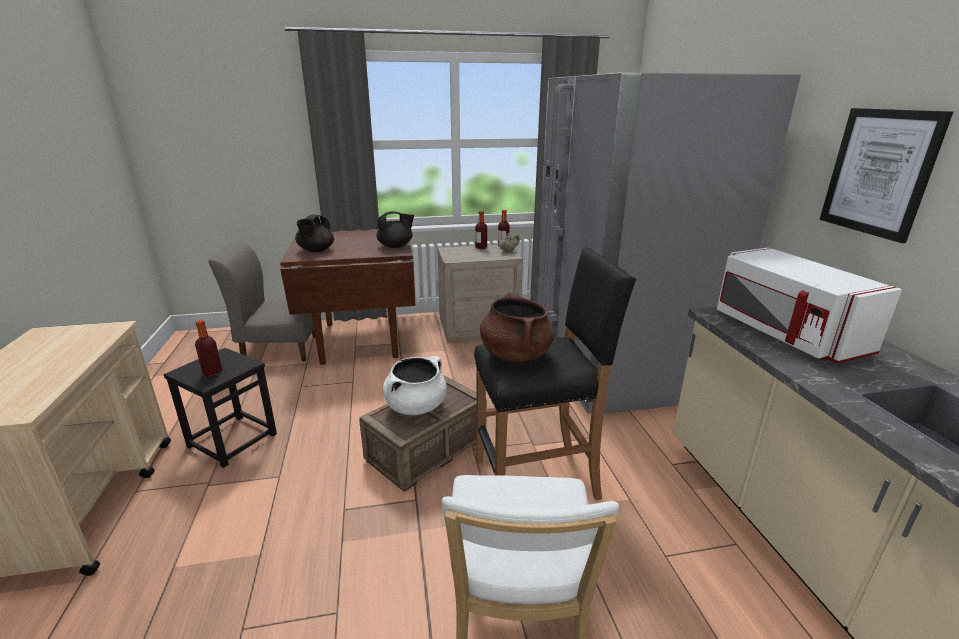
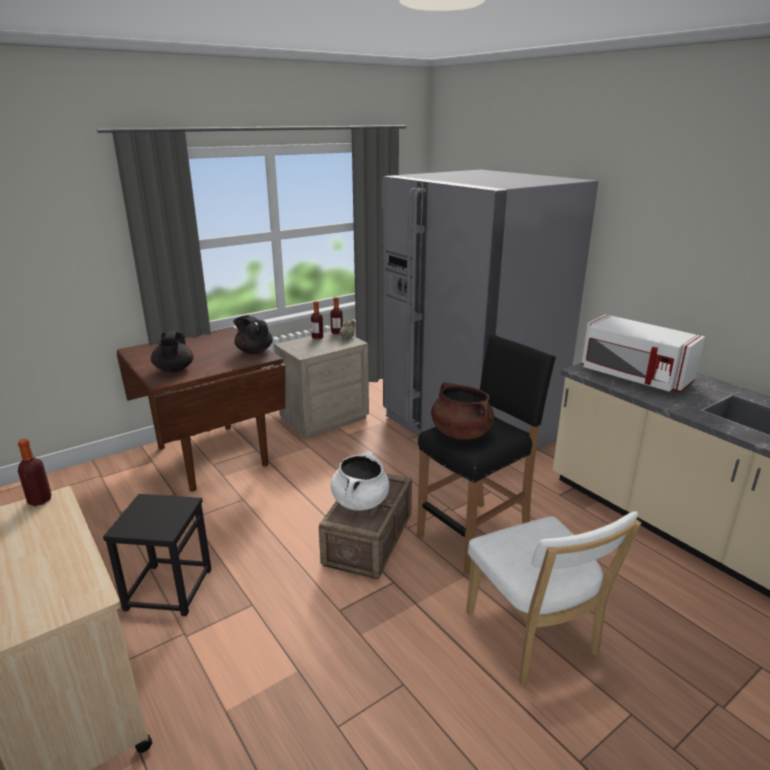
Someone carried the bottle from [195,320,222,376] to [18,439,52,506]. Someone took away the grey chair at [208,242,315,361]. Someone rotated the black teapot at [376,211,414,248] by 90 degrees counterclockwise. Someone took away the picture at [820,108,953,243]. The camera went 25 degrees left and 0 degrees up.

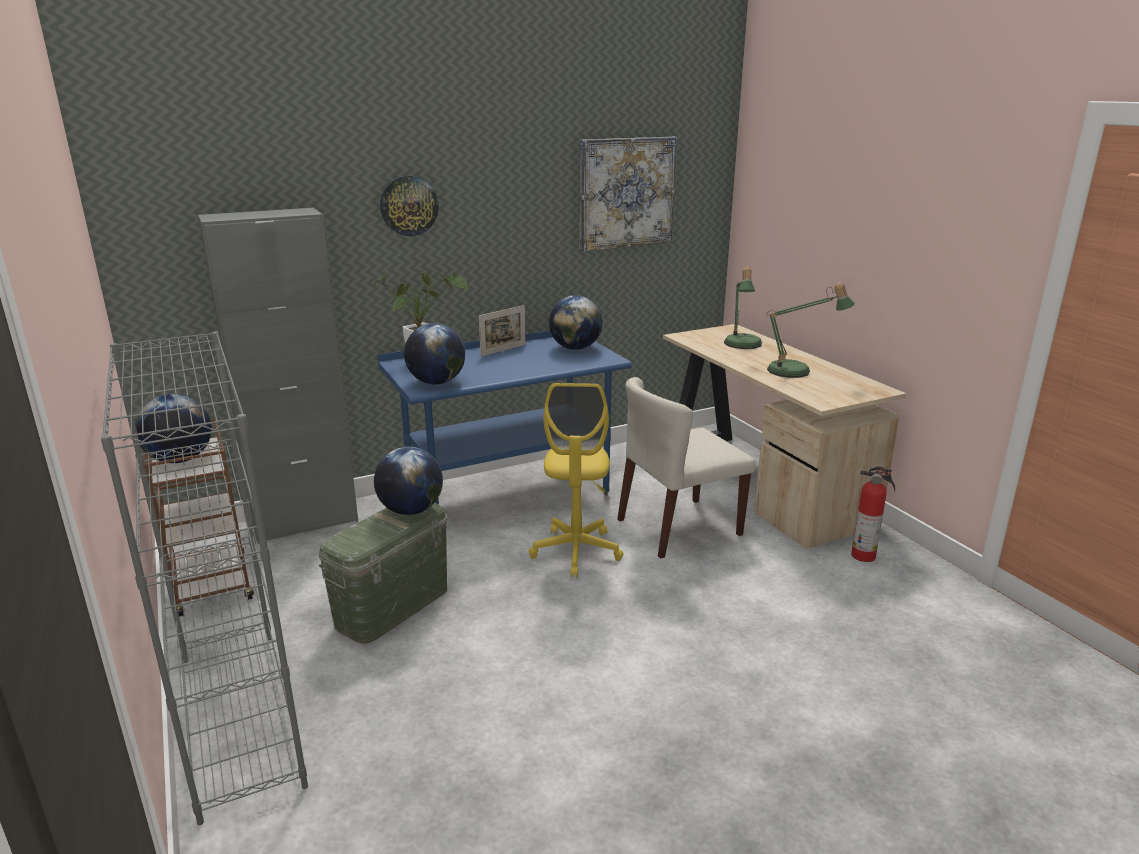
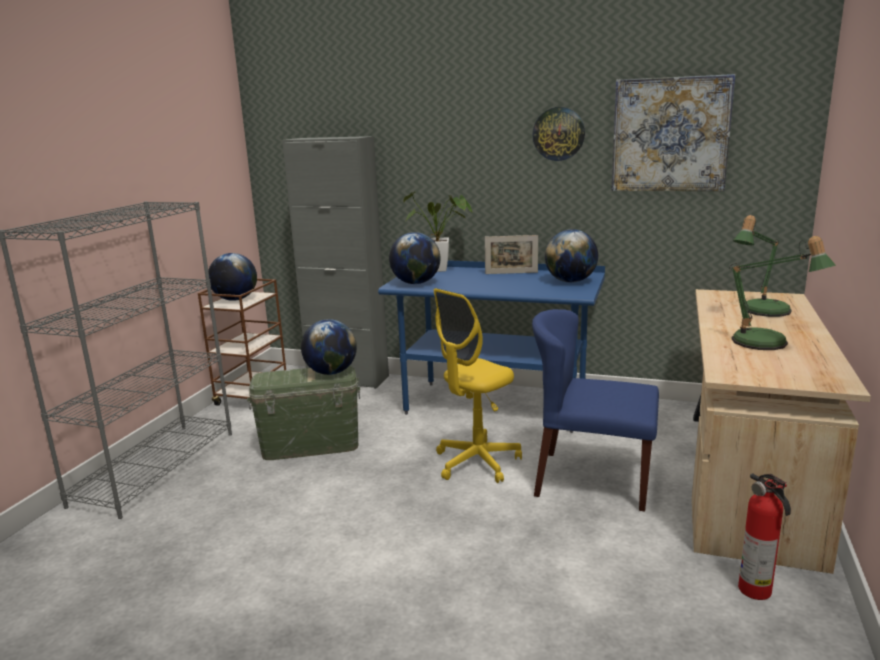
Someone carried the wall clock from [380,176,439,236] to [532,107,585,161]. Someone repainted the beige chair at [617,377,755,559], which became the blue chair at [532,309,659,512]. The camera went 45 degrees right and 5 degrees down.

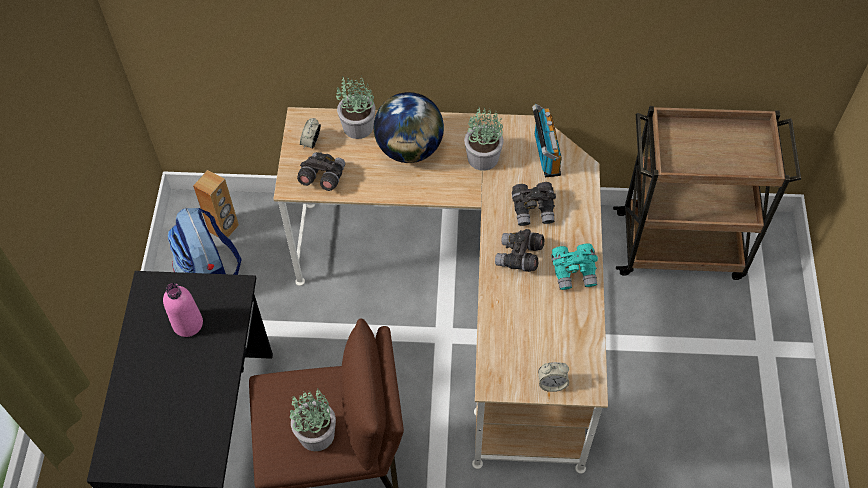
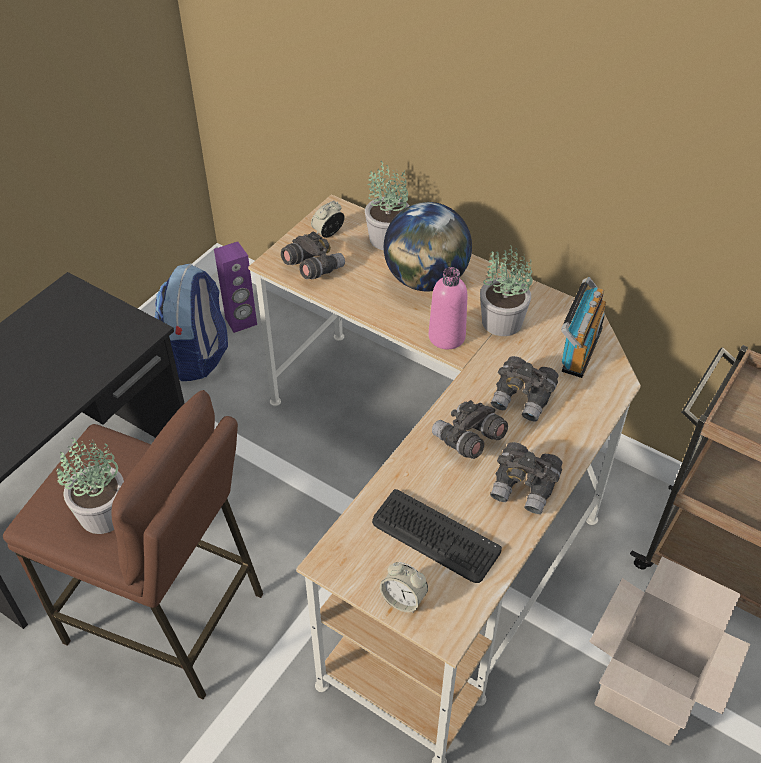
Someone carried the pink bottle from [163,283,203,337] to [429,267,467,349]. Someone repainted the brown speaker at [193,170,239,237], which became the purple speaker at [214,242,257,333]. Someone repainted the turquoise binoculars at [551,243,598,290], which became the grey binoculars at [490,442,562,514]. Someone put down the keyboard at [372,489,502,583]. Someone put down the cardboard box at [589,557,751,746]. The camera went 30 degrees right and 10 degrees down.

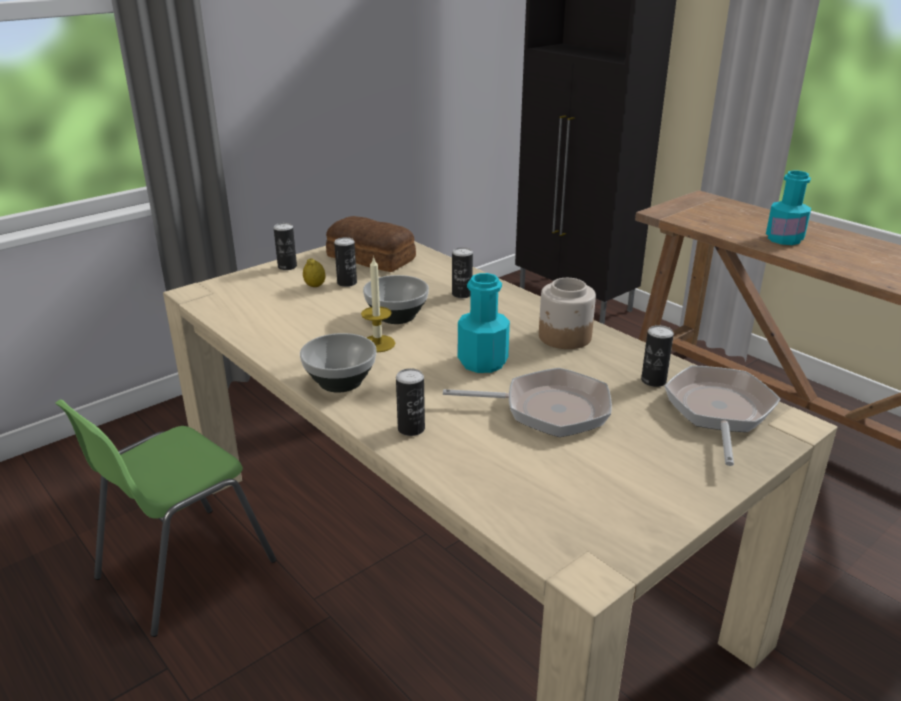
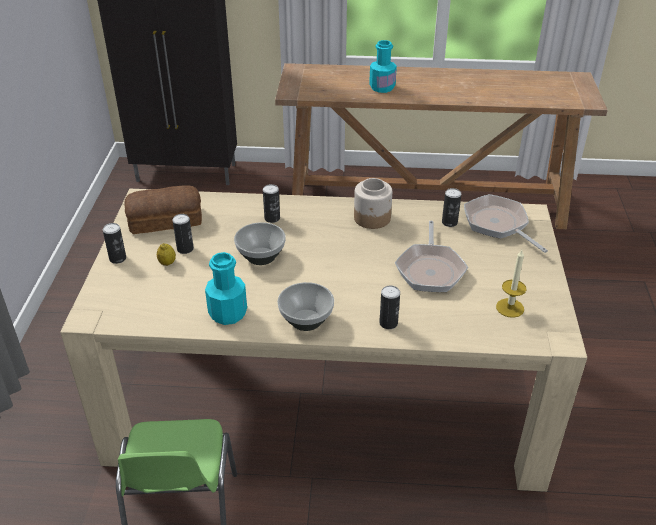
Someone carried the candle from [361,256,395,353] to [496,250,526,318]. Someone rotated the frying pan at [443,368,612,437] by 135 degrees clockwise. Someone carried the turquoise bottle from [458,273,510,373] to [205,252,247,325]. The camera went 45 degrees left and 10 degrees up.

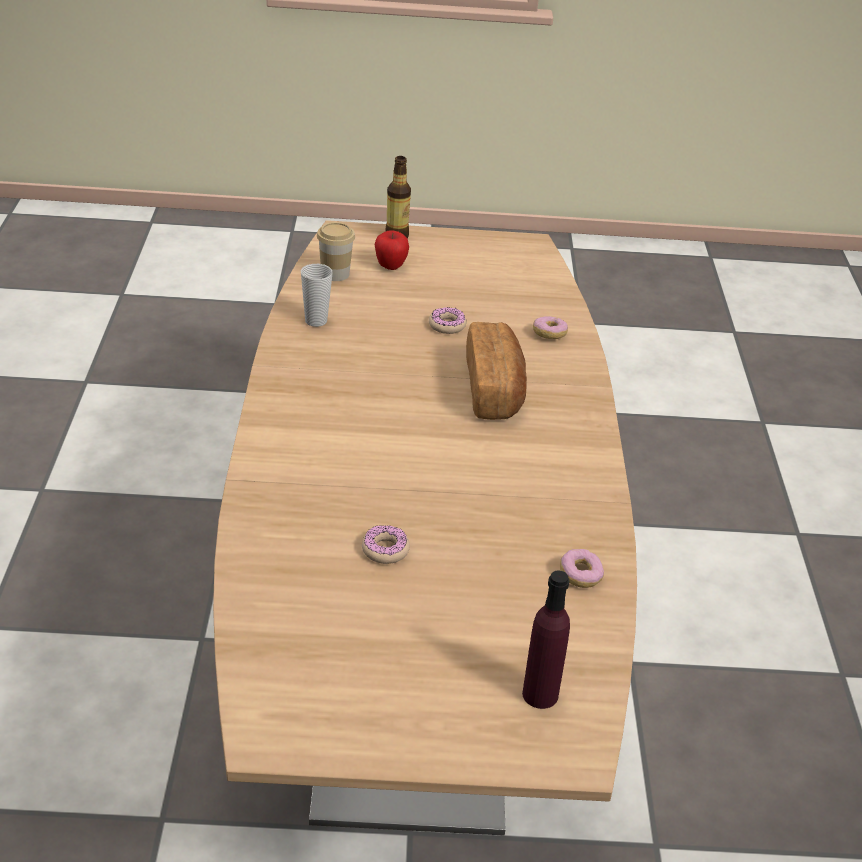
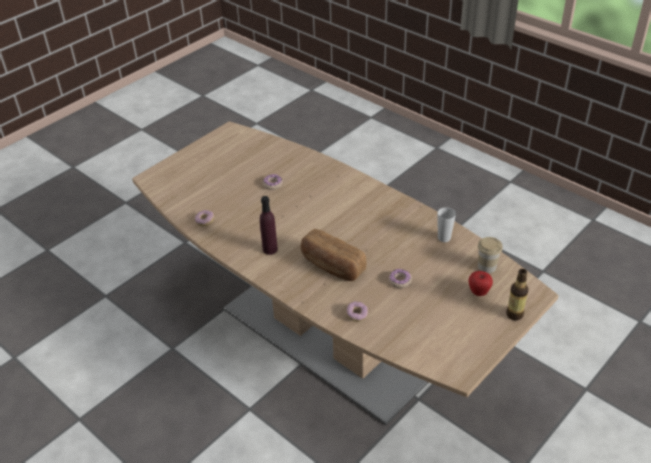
Someone carried the purple bottle from [522,571,570,709] to [260,196,278,255]. The camera went 135 degrees right and 5 degrees up.

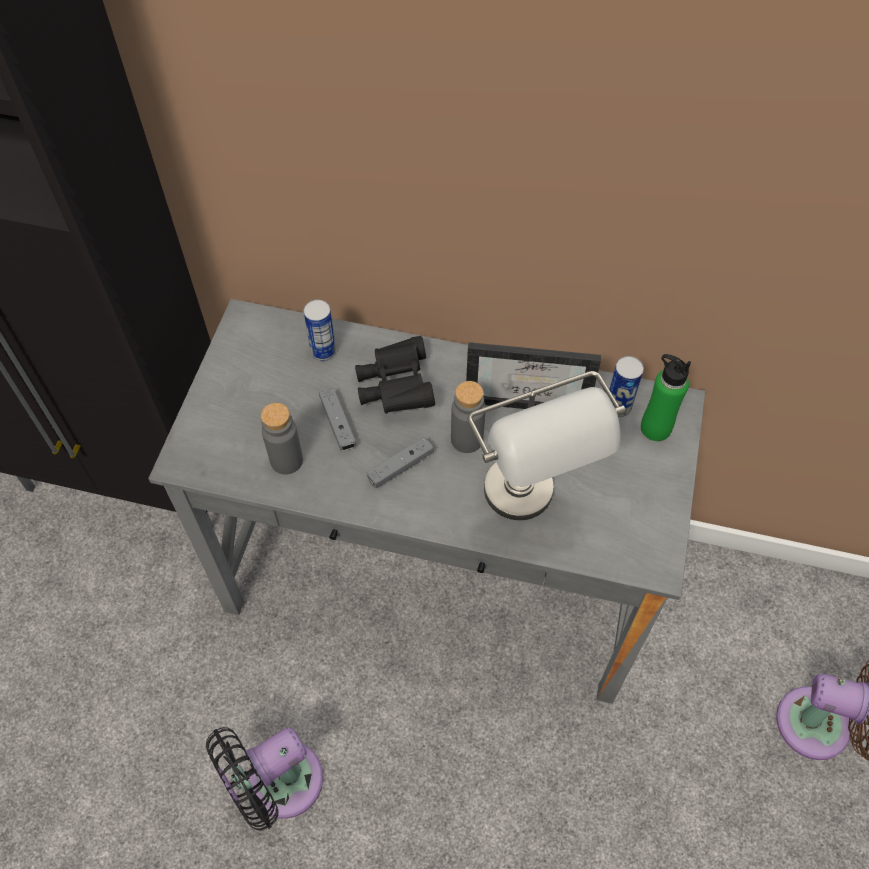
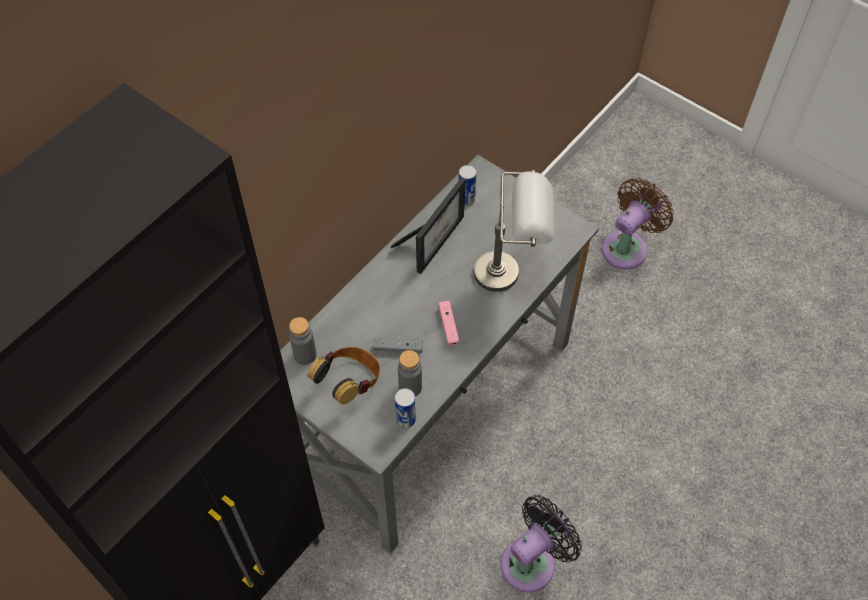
Someone rotated the black fan at [206,727,323,830] by 120 degrees counterclockwise. Someone carried the can from [304,300,336,361] to [395,388,416,428]. Someone took away the black binoculars at [355,336,435,414]. Someone repainted the grey game controller at [367,437,434,488], which became the pink game controller at [438,301,459,347]. Someone carried the grey bottle from [451,381,486,453] to [289,317,317,365]. Someone took away the green bottle at [641,354,691,441]. Someone put down the headphones at [308,347,380,404]. The camera went 65 degrees left and 0 degrees up.

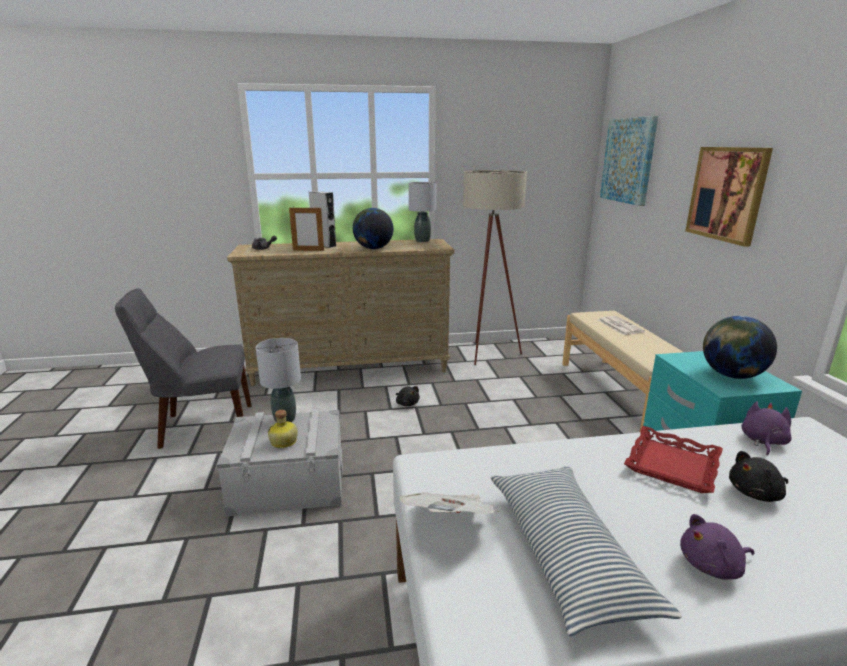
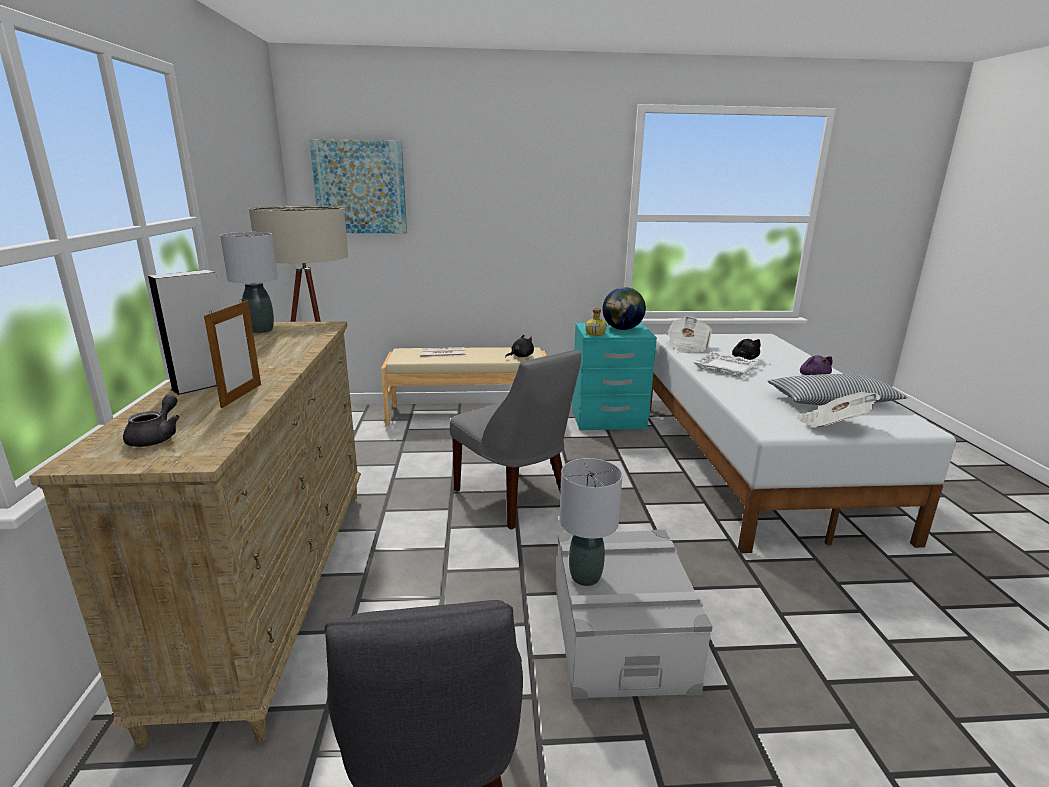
Someone carried the bottle from [268,410,298,448] to [585,308,607,336]. Someone took away the globe at [353,208,394,249]. Someone carried the black plush toy from [396,386,420,406] to [505,335,534,358]. Someone repainted the red tray at [624,426,723,493], which became the white tray at [694,351,761,377]. Someone took away the picture at [685,147,773,247]. Someone swapped the purple plush toy at [741,401,791,456] for the newspaper at [667,316,712,353]. Someone put down the grey chair at [450,350,581,529]. The camera went 85 degrees left and 0 degrees up.

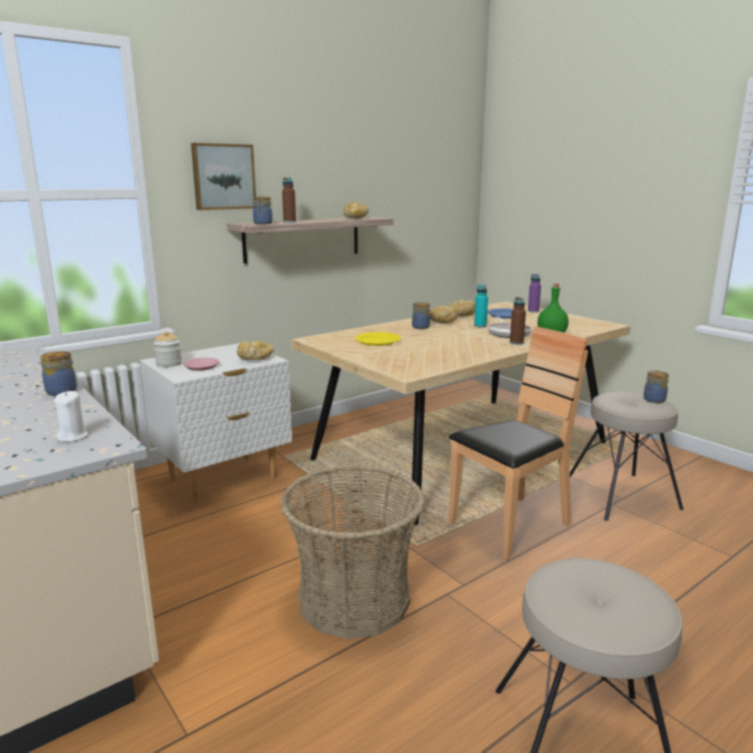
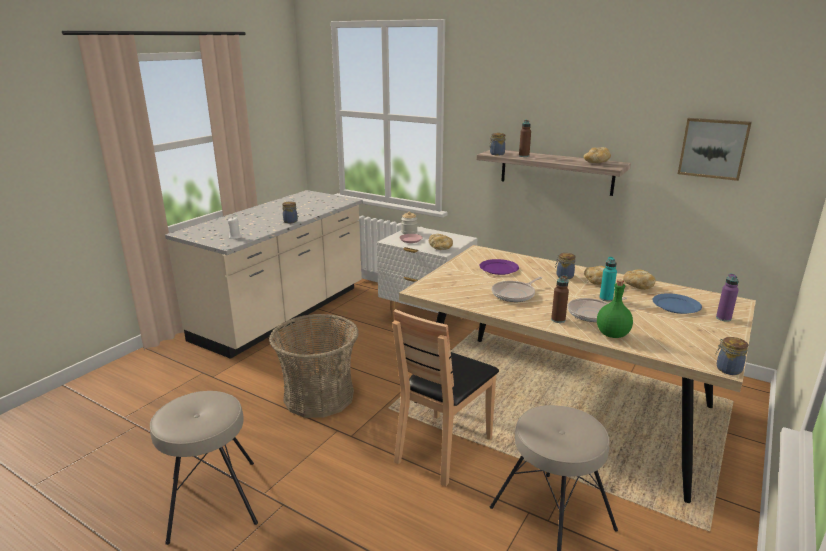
Someone carried the picture from [191,143,256,210] to [678,118,752,181]. Someone repainted the yellow plate at [355,332,401,346], which became the purple plate at [479,259,519,275]. Someone rotated the brown chair at [449,326,588,560] by 90 degrees clockwise. Someone carried the jar from [644,371,669,403] to [715,337,748,375]. Someone put down the frying pan at [492,277,542,302]. The camera went 70 degrees right and 5 degrees up.

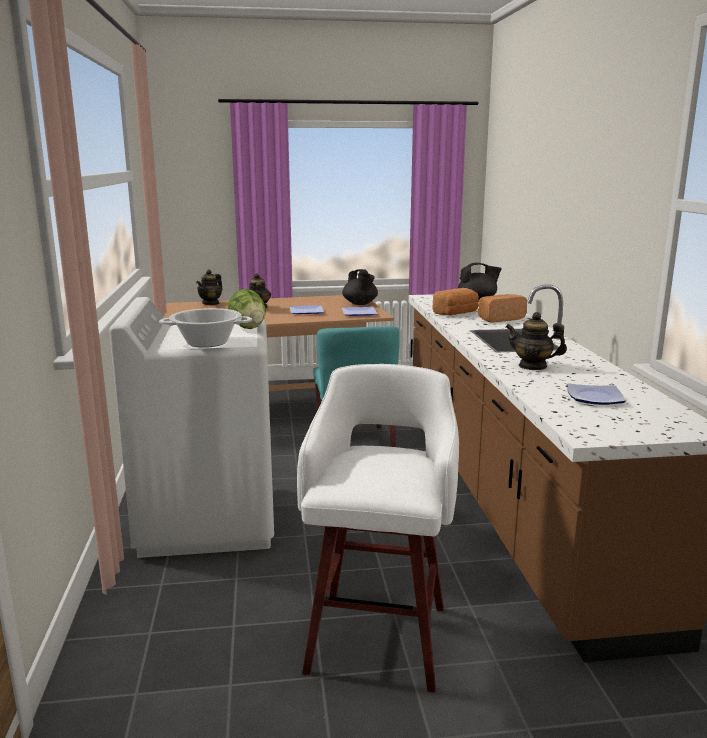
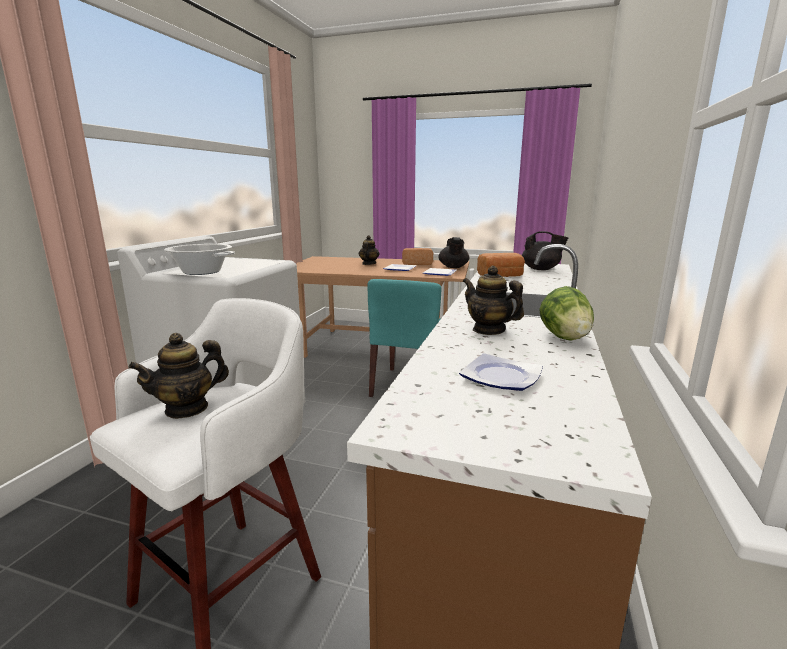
Someone carried the teapot from [196,269,223,305] to [128,333,229,419]. Someone carried the lettuce from [227,289,266,329] to [539,286,594,341]. Someone carried the bread from [478,294,527,323] to [402,248,433,265]. The camera went 25 degrees right and 0 degrees up.

